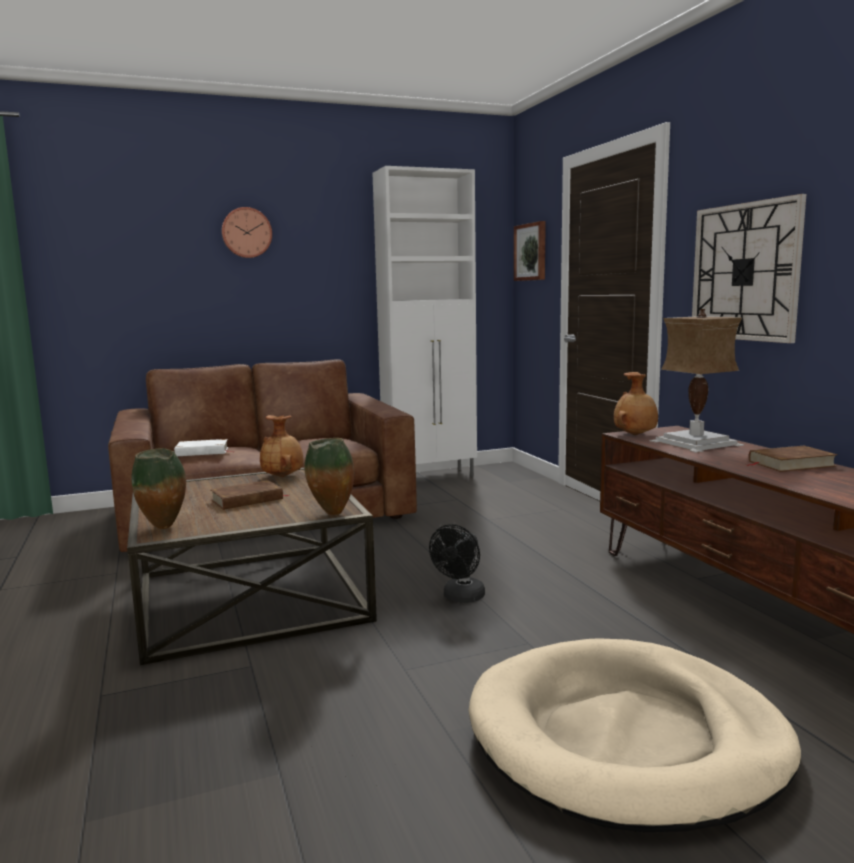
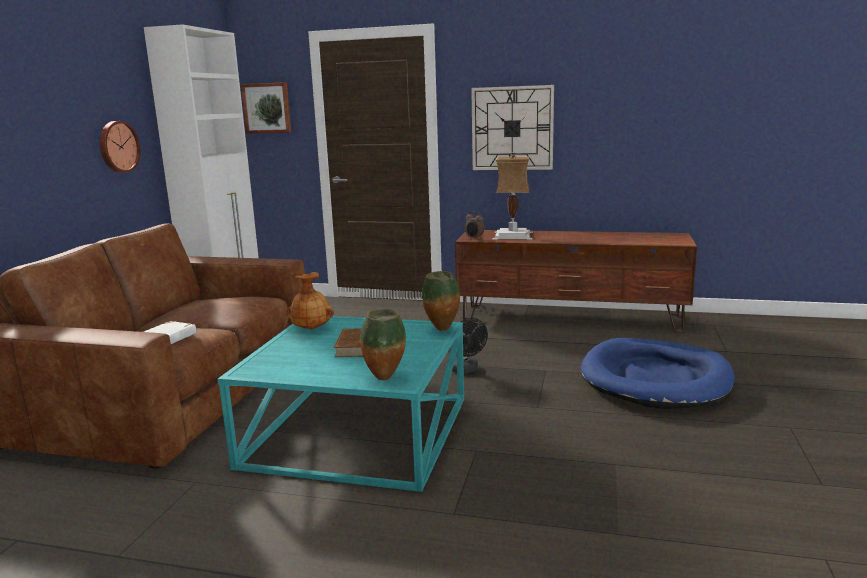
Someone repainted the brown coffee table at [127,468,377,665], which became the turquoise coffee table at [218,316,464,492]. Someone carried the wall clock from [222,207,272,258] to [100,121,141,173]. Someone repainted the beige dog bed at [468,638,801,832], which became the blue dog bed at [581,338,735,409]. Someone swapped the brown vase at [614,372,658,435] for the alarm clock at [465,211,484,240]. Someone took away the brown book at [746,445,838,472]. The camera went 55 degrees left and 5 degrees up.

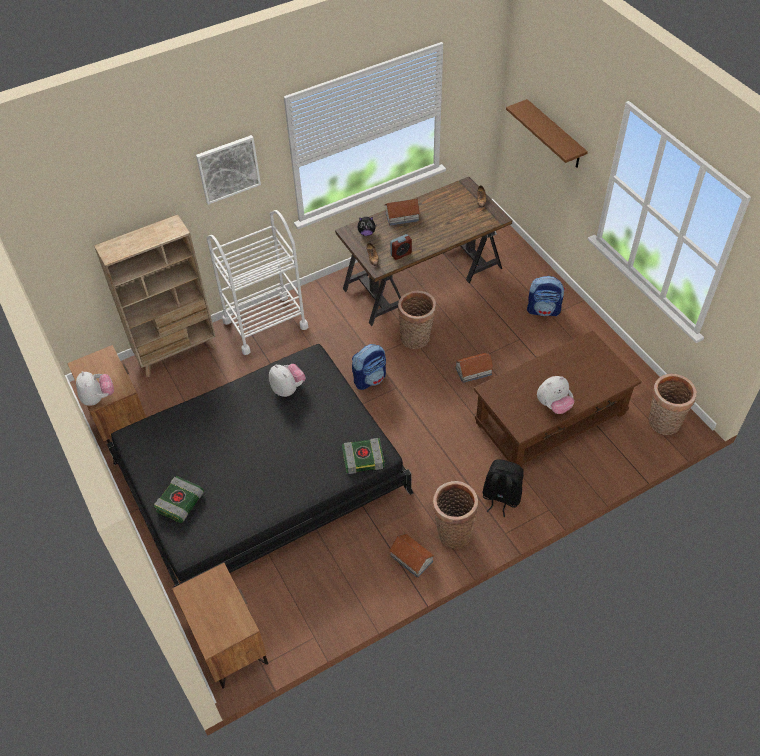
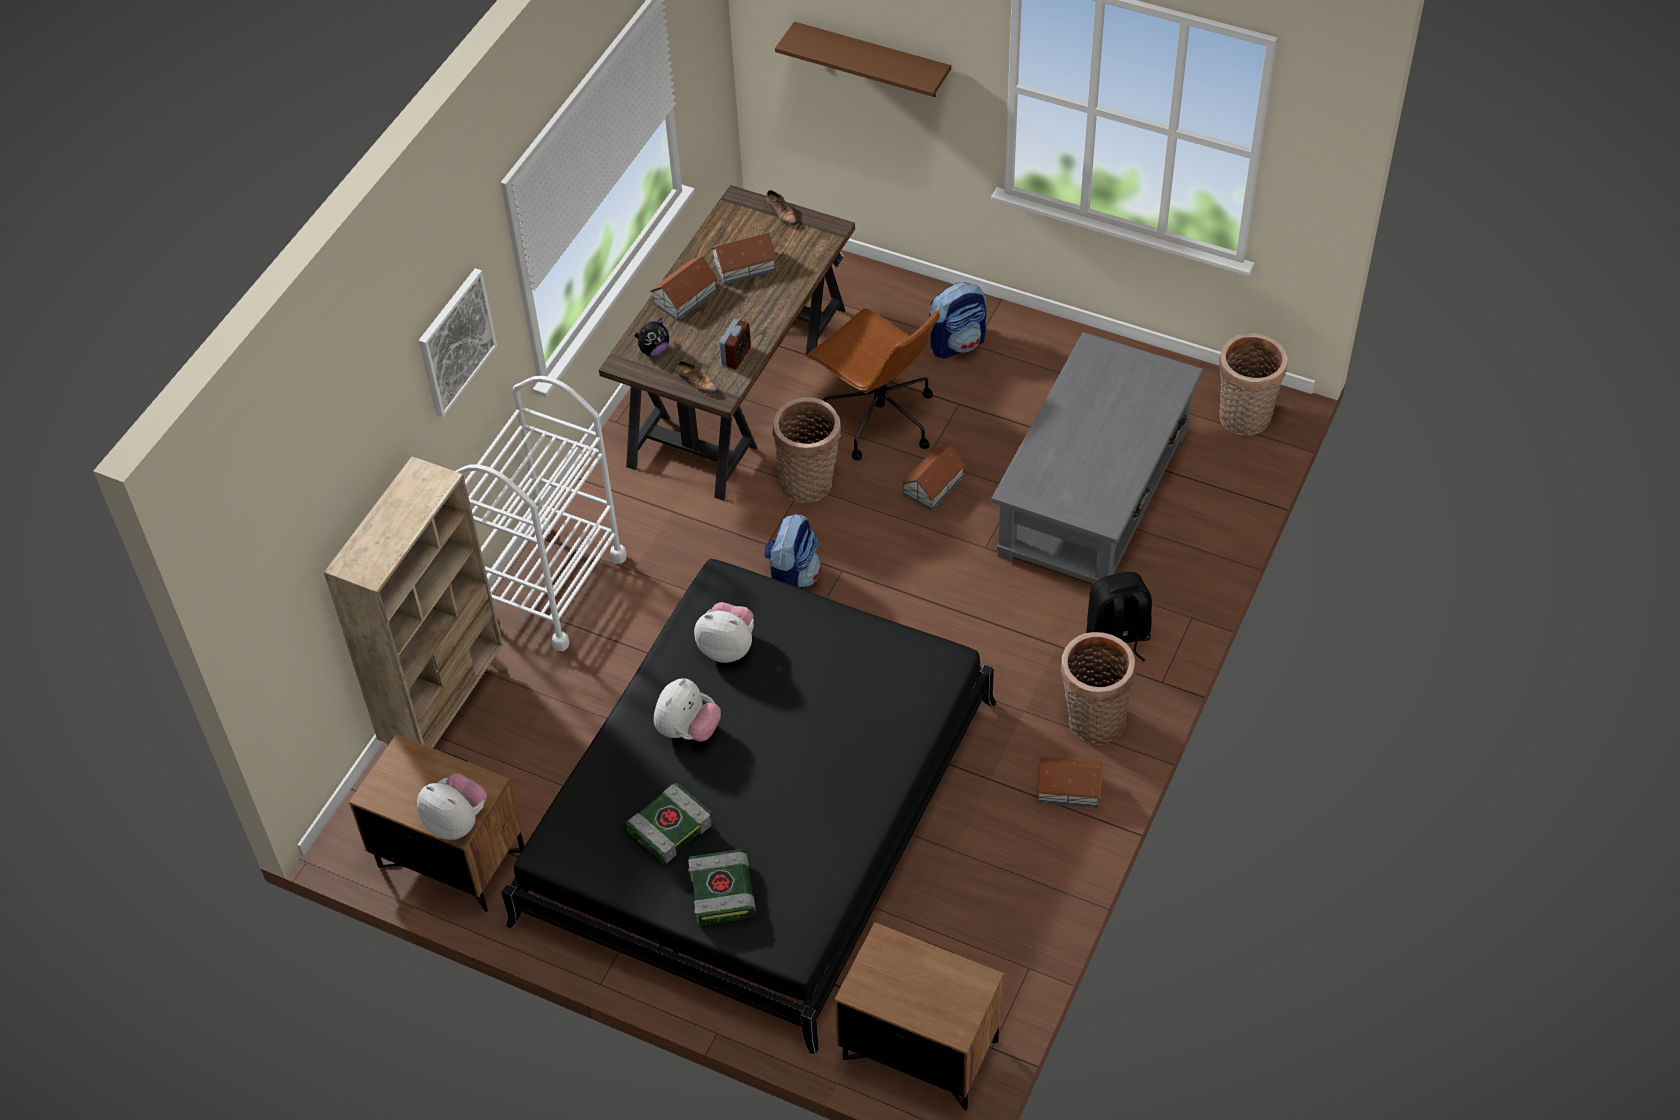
Someone carried the book from [342,438,385,474] to [624,783,713,864]. Someone repainted the brown coffee table at [474,331,642,467], which became the grey coffee table at [991,332,1203,584]. Someone carried the plush toy from [537,376,574,414] to [654,678,721,741]. Someone put down the toy house at [710,233,777,285]. Someone put down the brown office chair at [806,308,940,460]. The camera went 35 degrees left and 0 degrees up.

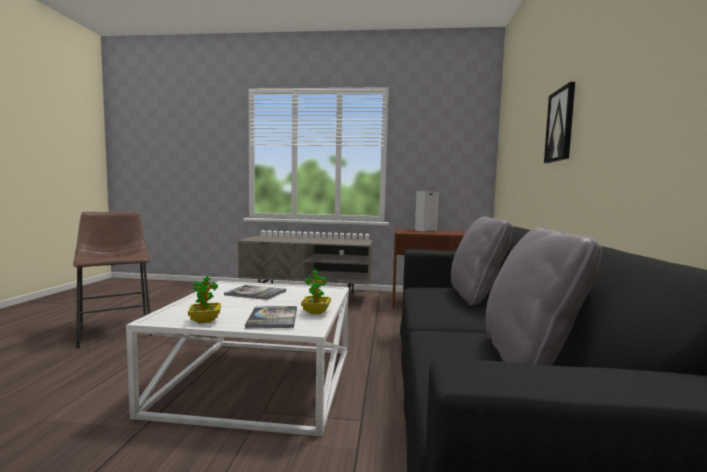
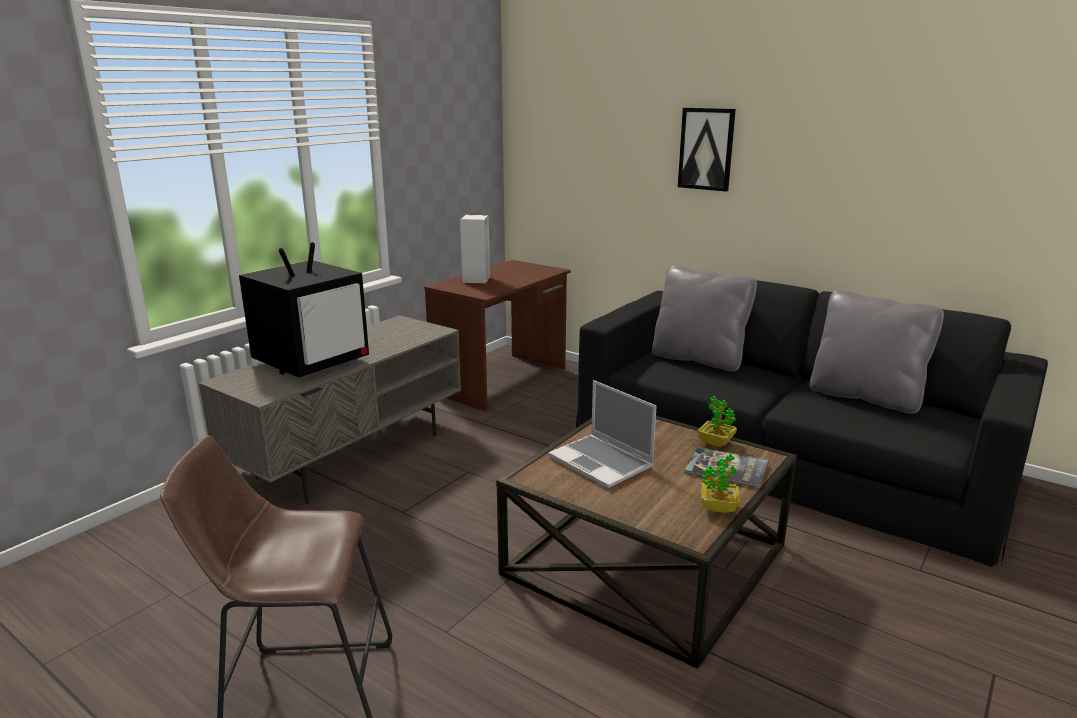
Someone repainted the white coffee table at [126,281,349,437], which became the brown coffee table at [496,416,797,669]. Someone swapped the book at [224,285,286,300] for the laptop at [548,380,657,489]. Someone put down the television at [239,242,369,378]. The camera went 60 degrees left and 15 degrees up.

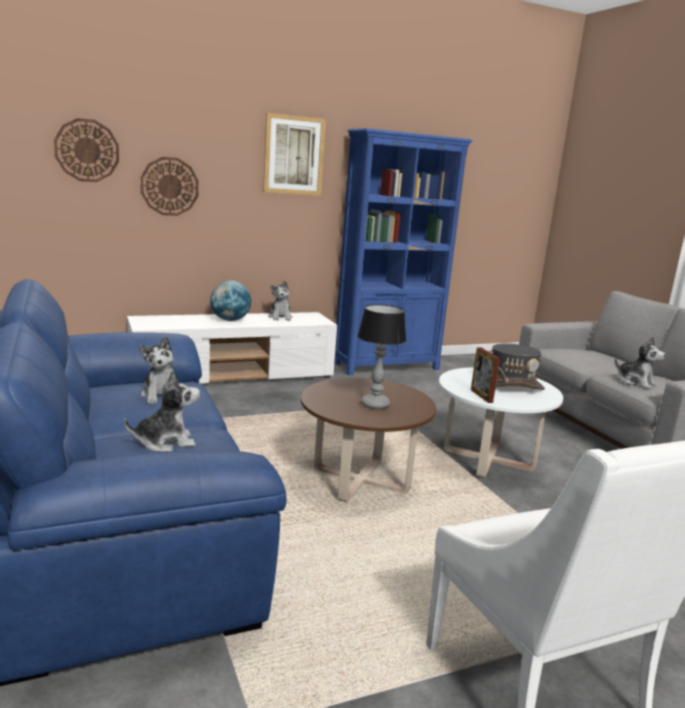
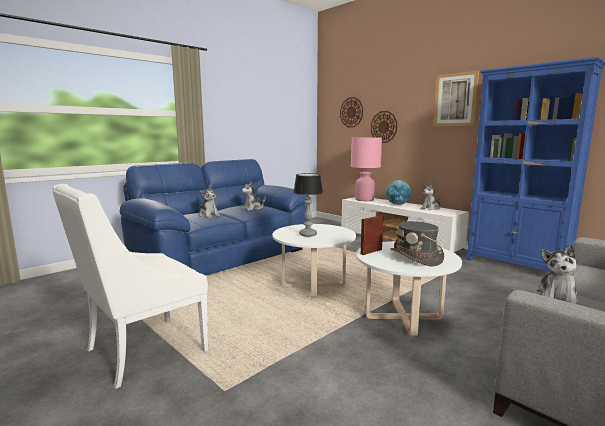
Someone repainted the brown coffee table at [301,378,436,502], which became the white coffee table at [272,224,356,298]. Someone put down the pink table lamp at [351,137,382,201]. The camera went 70 degrees right and 5 degrees down.

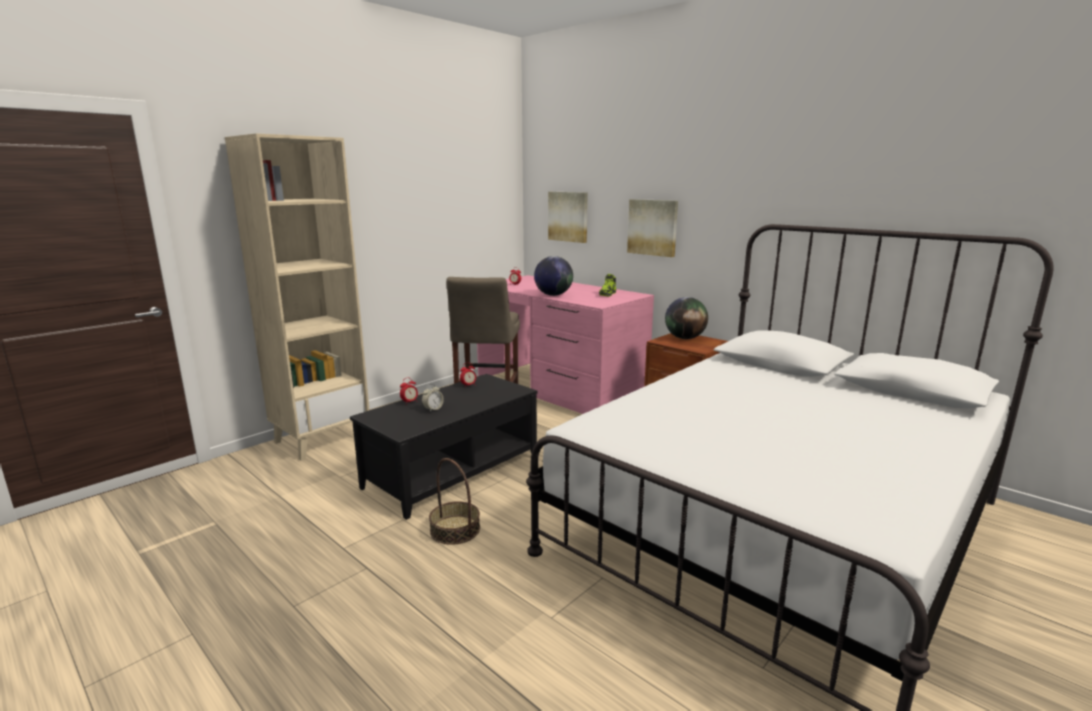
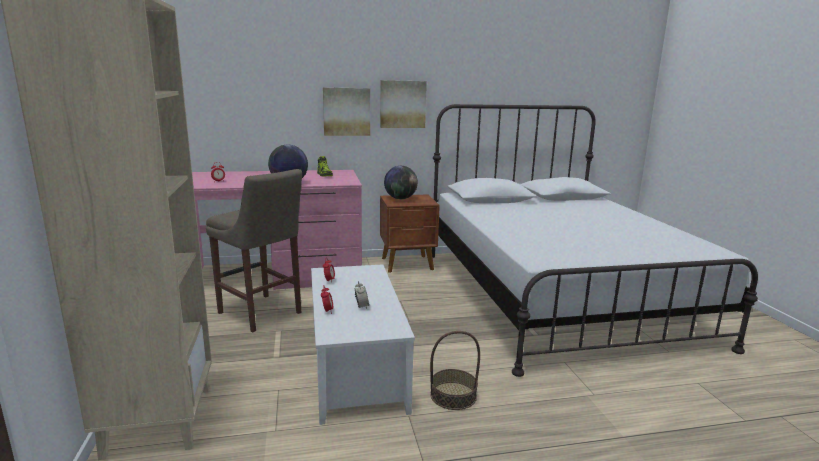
Someone repainted the black coffee table at [350,374,538,520], which became the white coffee table at [311,264,415,425]. Someone carried the picture from [548,192,588,243] to [380,80,427,128]. The camera went 55 degrees left and 0 degrees up.

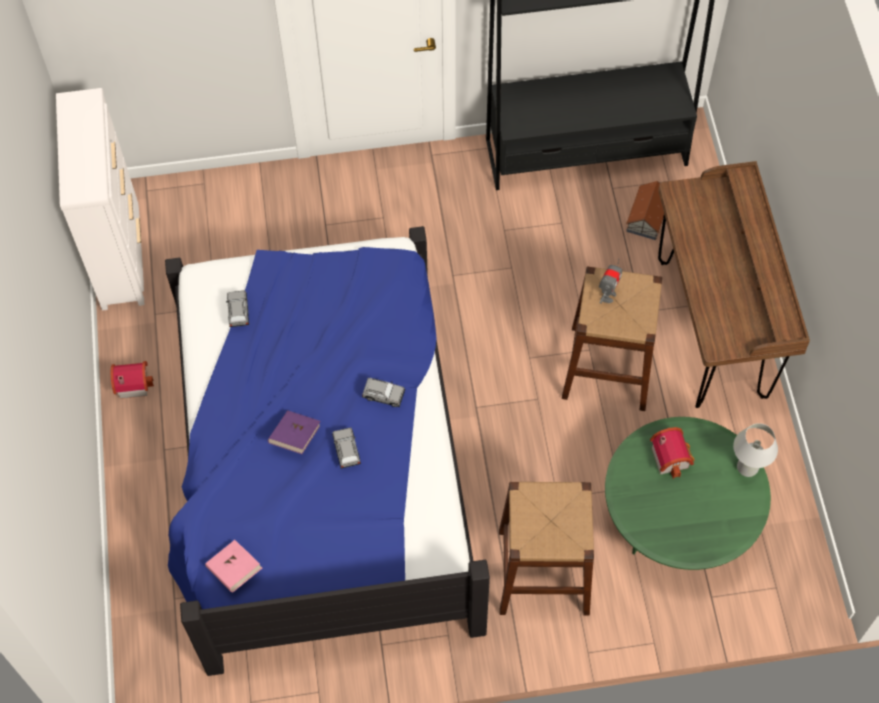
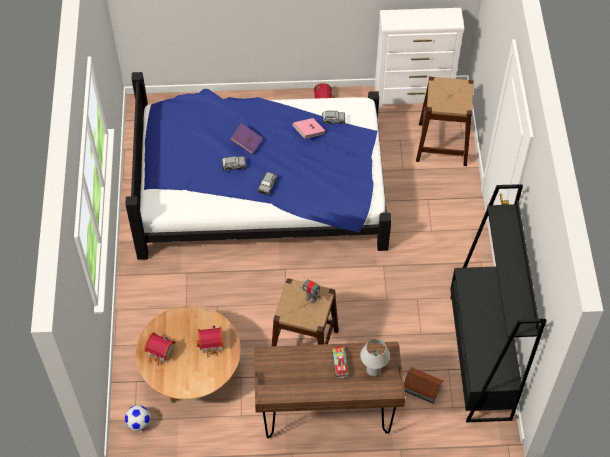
Someone carried the pink book from [205,540,262,592] to [292,118,325,139]. Someone carried the brown stool from [499,482,594,616] to [416,77,474,166]. Someone repainted the green coffee table at [605,417,771,570], which became the brown coffee table at [136,305,241,403]. Someone carried the white table lamp from [733,423,778,477] to [360,339,390,376]. Someone put down the football at [125,405,151,431]. Someone put down the toy house at [144,332,176,366]. Someone put down the toy truck at [332,346,348,378]. The camera went 95 degrees right and 5 degrees down.

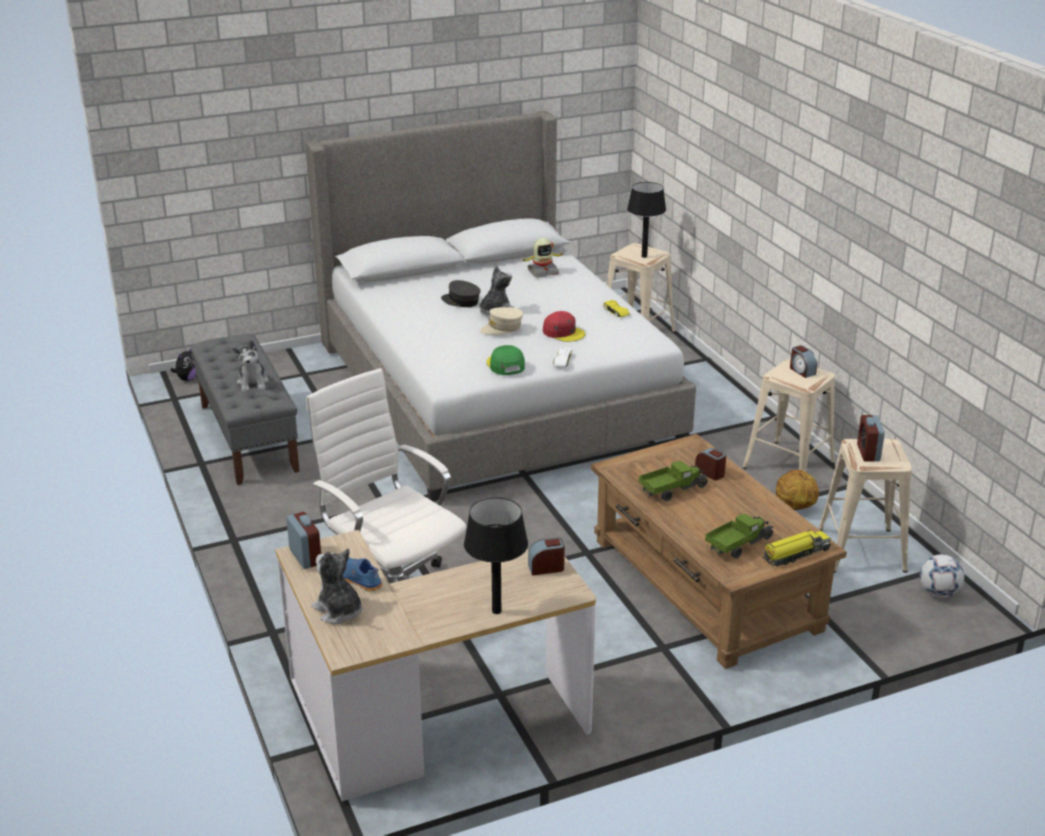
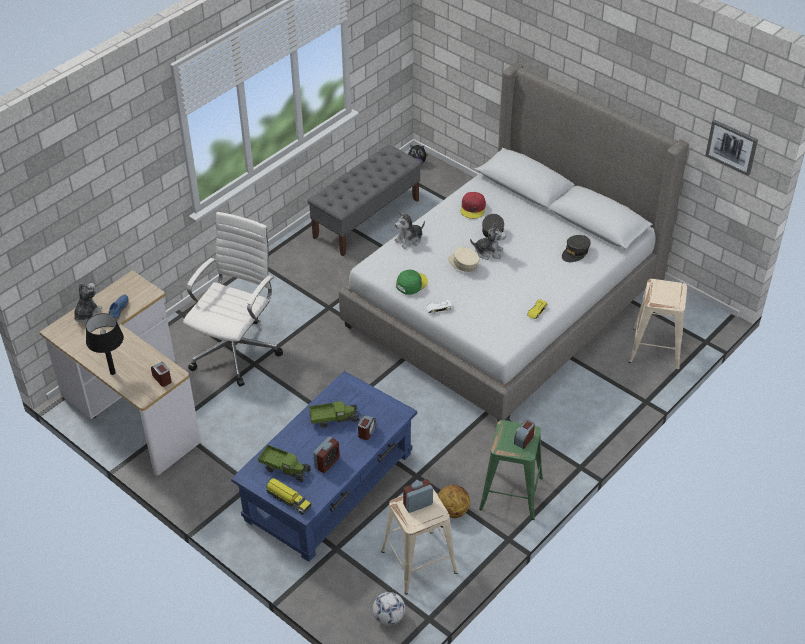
Someone carried the plush toy from [232,340,269,392] to [395,211,425,249]. Someone carried the alarm clock from [286,512,321,569] to [313,436,340,473]. Someone swapped the toy robot at [521,238,565,278] for the grey cap at [562,235,591,262]. Someone carried the red cap from [543,311,585,342] to [461,192,486,219]. Someone repainted the brown coffee table at [591,434,847,669], which became the blue coffee table at [231,371,417,562]. Someone took away the black table lamp at [627,182,666,258]. Someone rotated the toy truck at [639,461,708,501] by 45 degrees counterclockwise. Someone repainted the beige stool at [743,359,835,472], which became the green stool at [479,420,543,520]. Someone put up the picture at [705,120,758,176]. The camera went 65 degrees right and 15 degrees up.

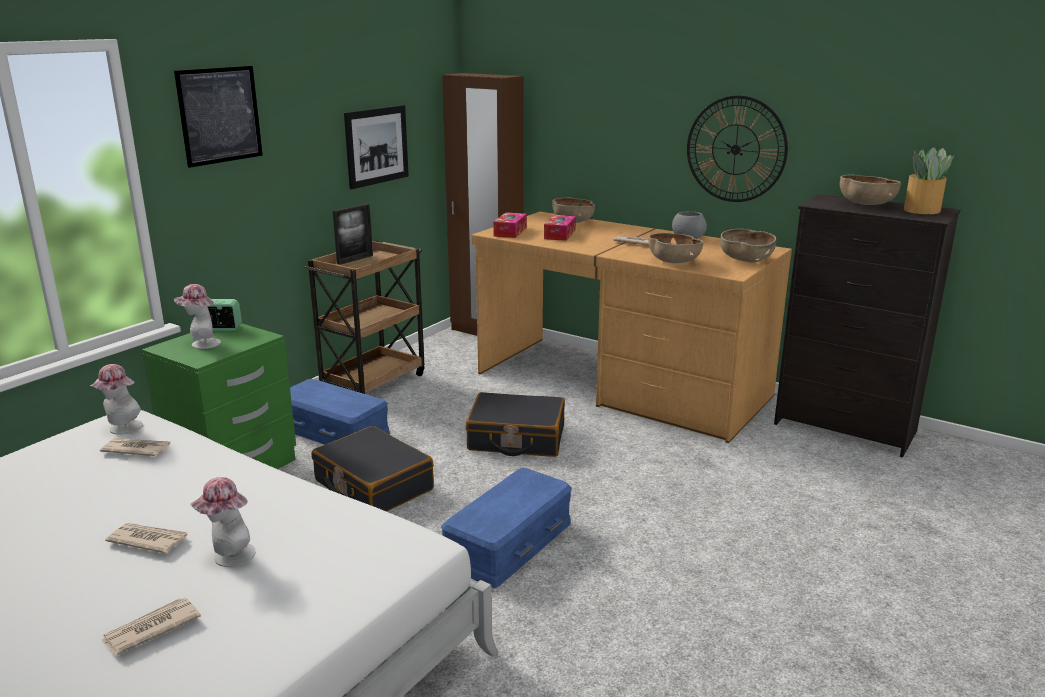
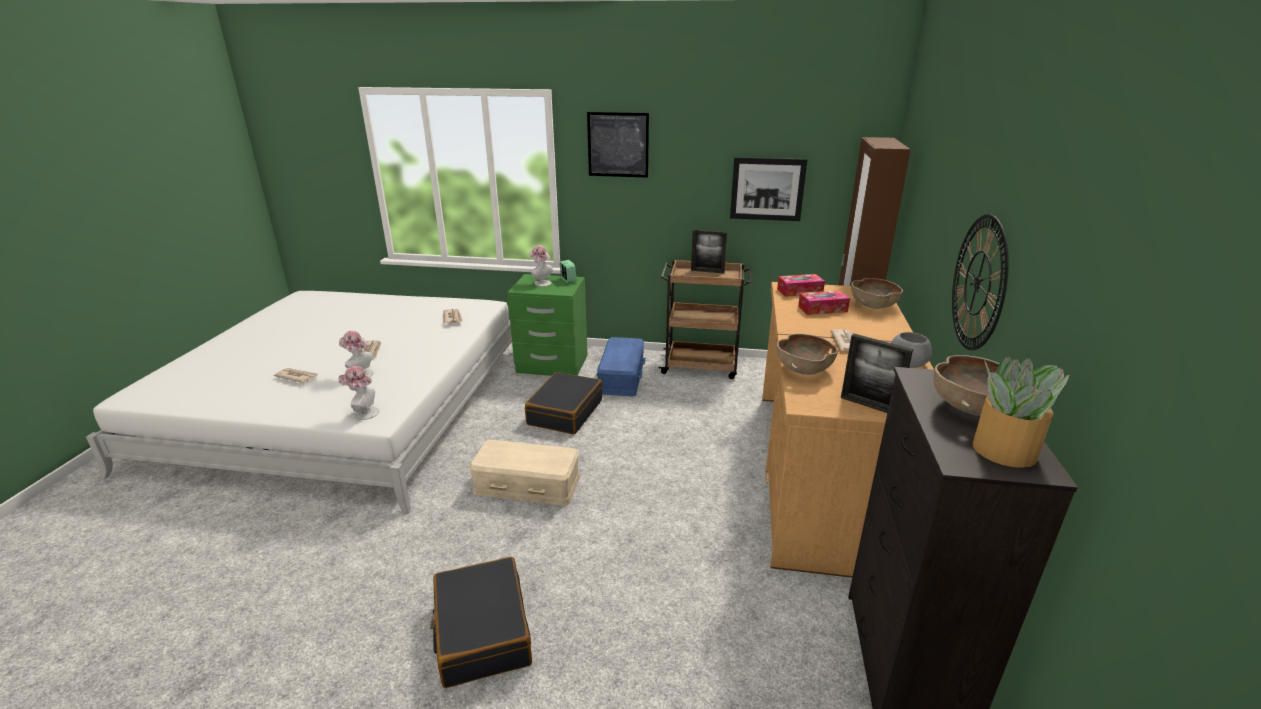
Someone carried the hat from [90,364,143,434] to [338,366,379,420]. Someone repainted the blue storage box at [441,468,572,588], which became the beige storage box at [469,440,580,506]. Someone carried the black suitcase from [466,392,565,457] to [430,557,532,688]. Someone swapped the brown bowl at [720,229,776,262] for the picture frame at [841,334,913,413]. The camera went 65 degrees right and 5 degrees up.

